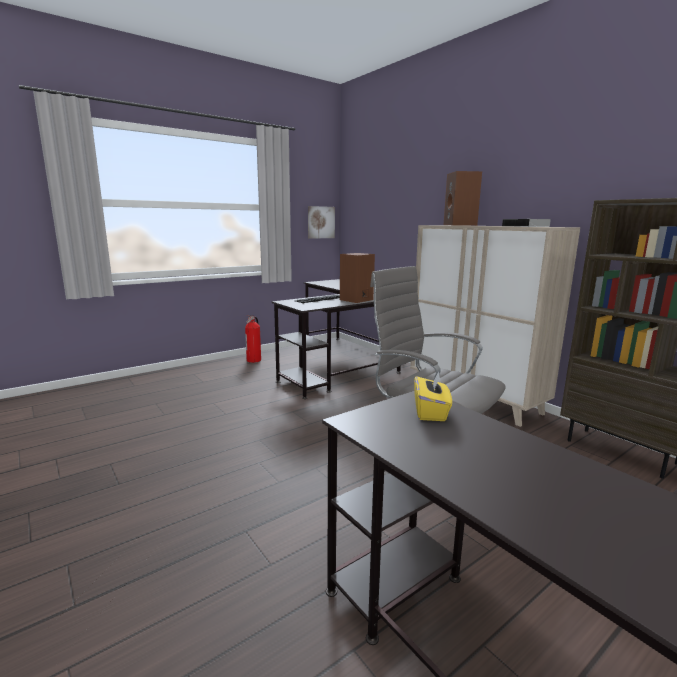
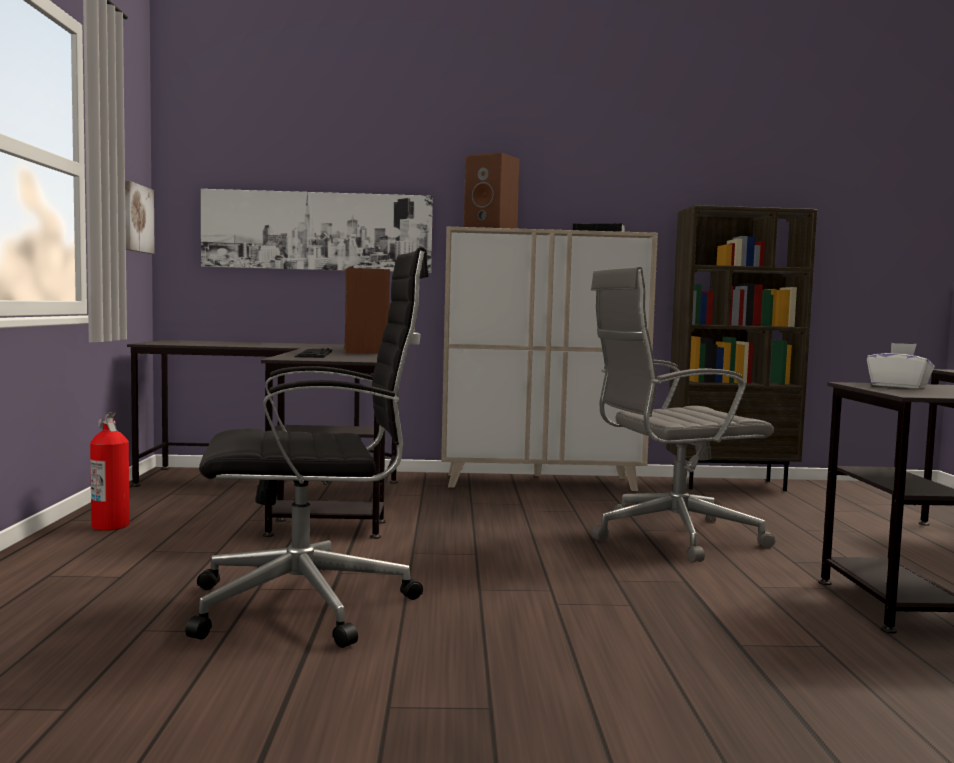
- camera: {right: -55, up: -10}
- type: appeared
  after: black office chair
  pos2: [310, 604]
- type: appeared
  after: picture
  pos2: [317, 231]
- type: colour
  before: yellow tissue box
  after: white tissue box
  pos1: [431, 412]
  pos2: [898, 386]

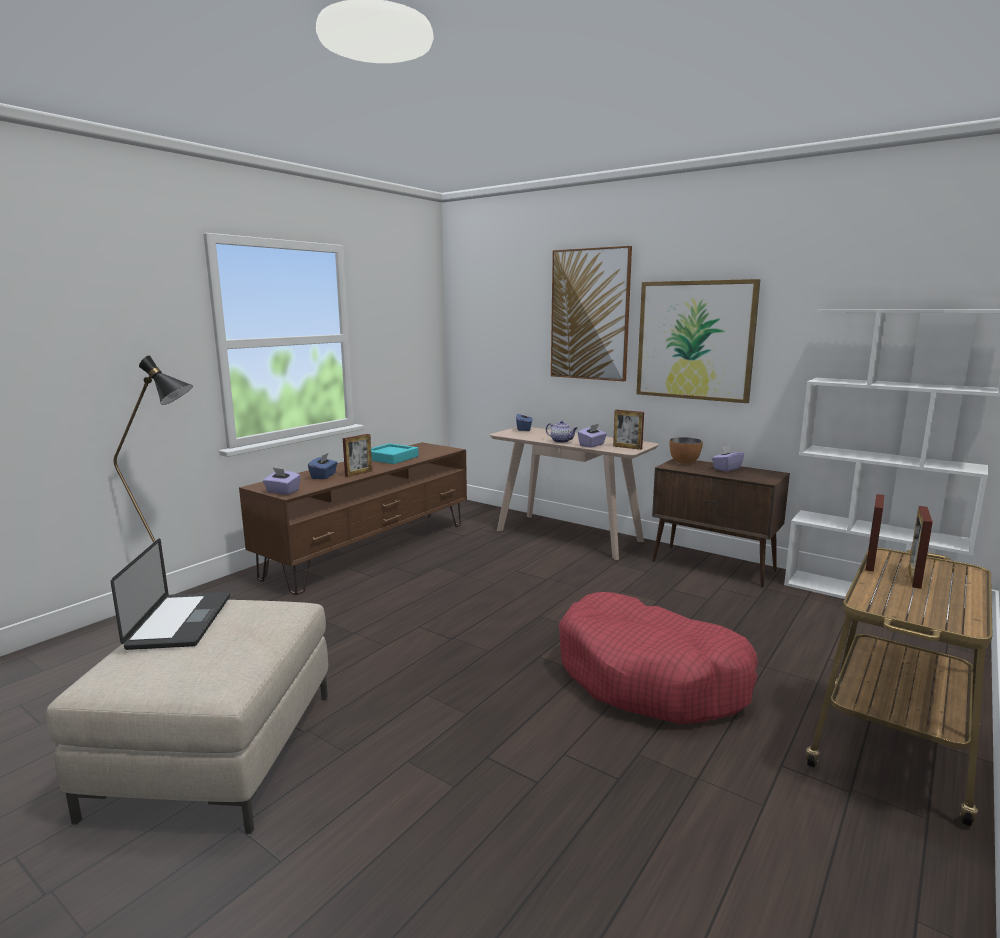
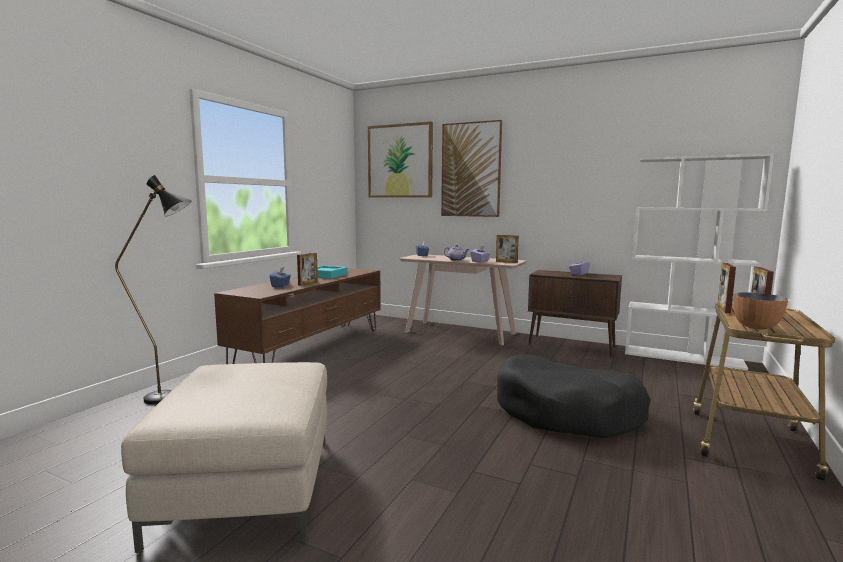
- camera: {right: -10, up: -5}
- type: relocated
  before: picture
  pos1: [695, 340]
  pos2: [400, 161]
- type: colour
  before: red dog bed
  after: black dog bed
  pos1: [651, 677]
  pos2: [566, 412]
- type: relocated
  before: bowl
  pos1: [684, 462]
  pos2: [756, 327]
- type: missing
  before: laptop
  pos1: [180, 622]
- type: missing
  before: purple tissue box
  pos1: [282, 492]

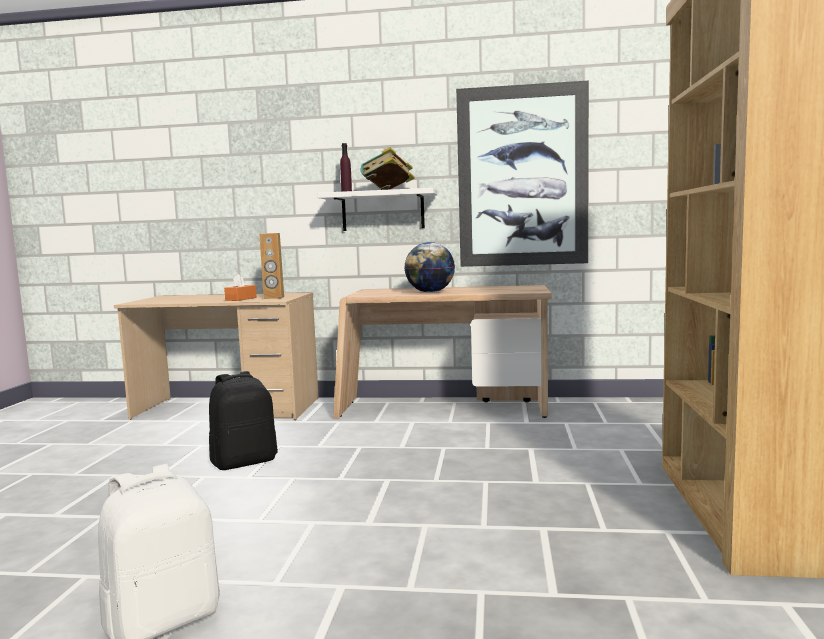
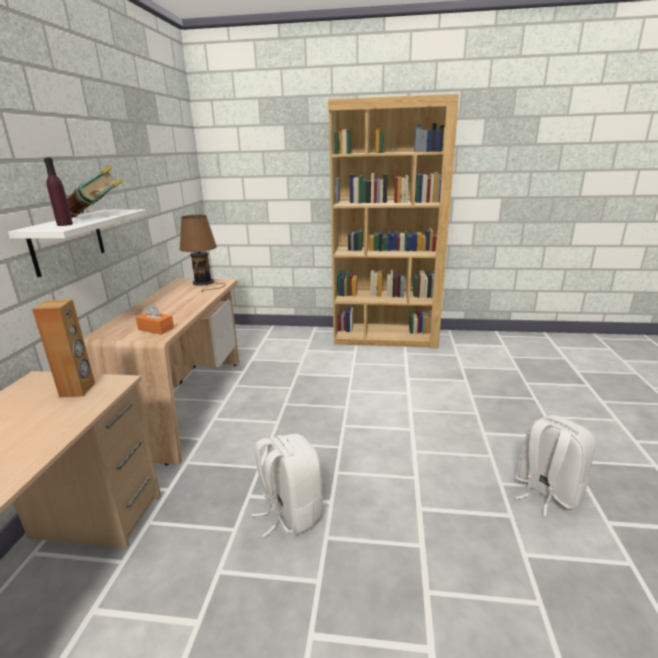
- camera: {right: -90, up: 15}
- type: relocated
  before: orange tissue box
  pos1: [241, 299]
  pos2: [156, 329]
- type: appeared
  after: brown table lamp
  pos2: [204, 283]
- type: colour
  before: black backpack
  after: white backpack
  pos1: [244, 462]
  pos2: [290, 513]
- type: missing
  before: globe
  pos1: [430, 292]
- type: missing
  before: picture
  pos1: [522, 176]

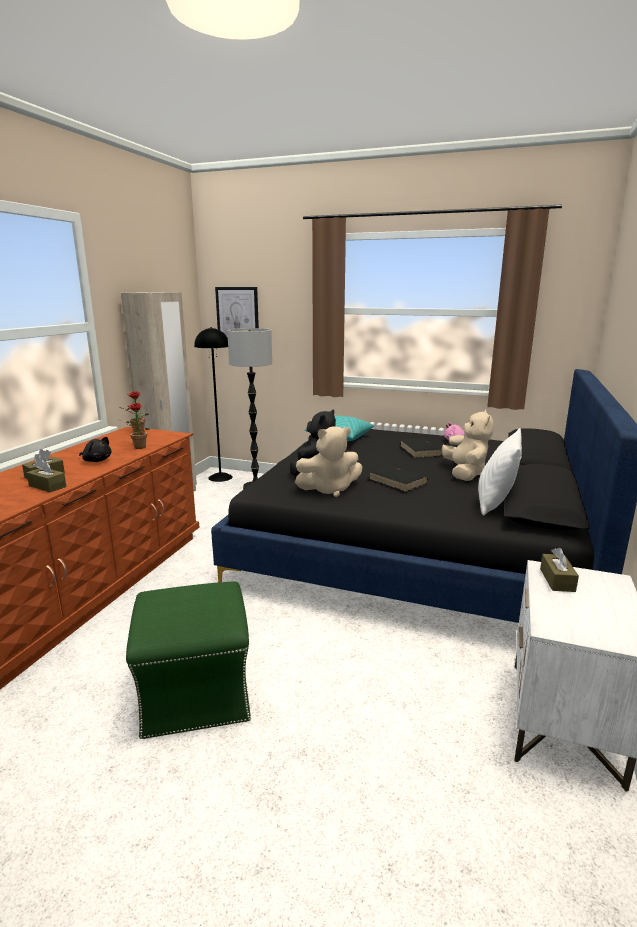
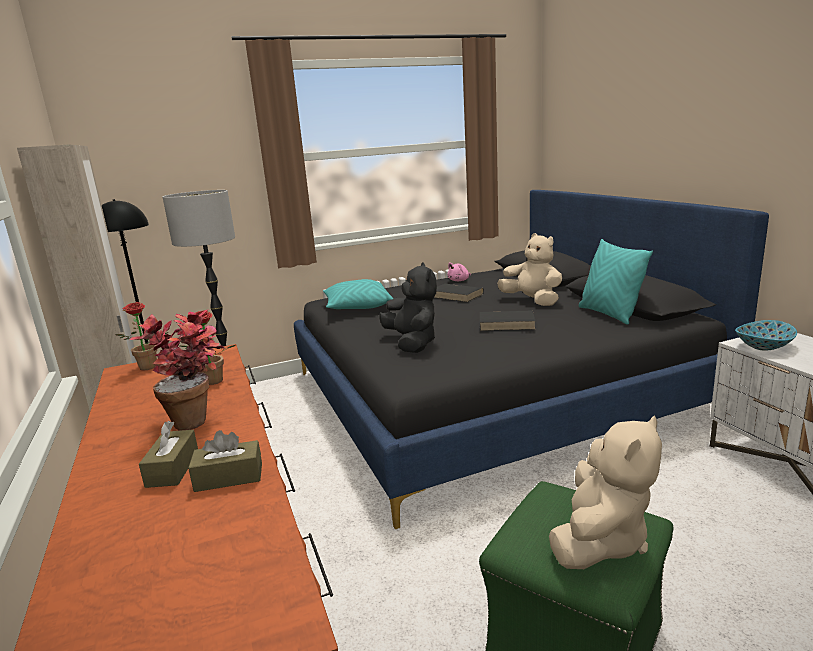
- camera: {right: -40, up: 0}
- type: exchanged
  before: black plush toy
  after: potted plant
  pos1: [97, 460]
  pos2: [199, 418]
- type: relocated
  before: beige plush toy
  pos1: [329, 489]
  pos2: [600, 540]
- type: colour
  before: white pillow
  after: turquoise pillow
  pos1: [495, 504]
  pos2: [609, 314]
- type: exchanged
  before: brown tissue box
  after: bowl
  pos1: [557, 580]
  pos2: [764, 347]
- type: missing
  before: picture
  pos1: [237, 315]

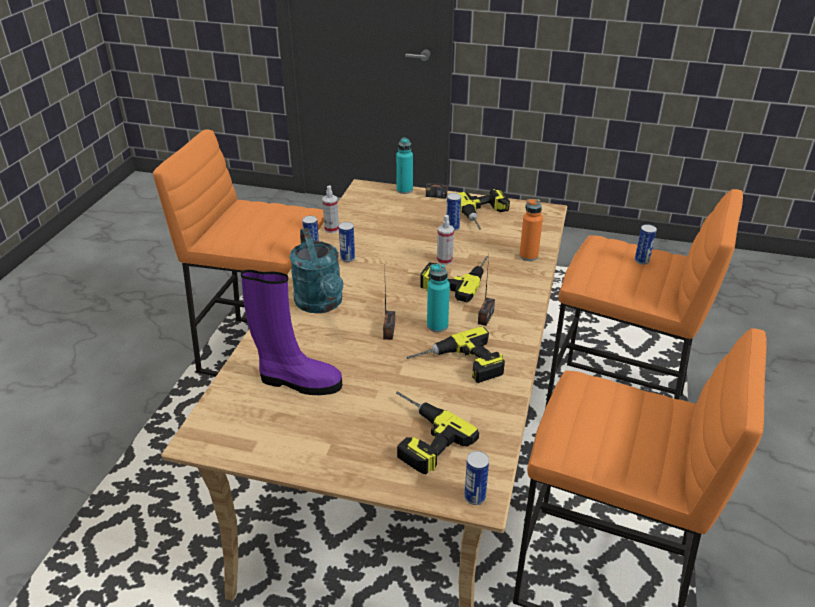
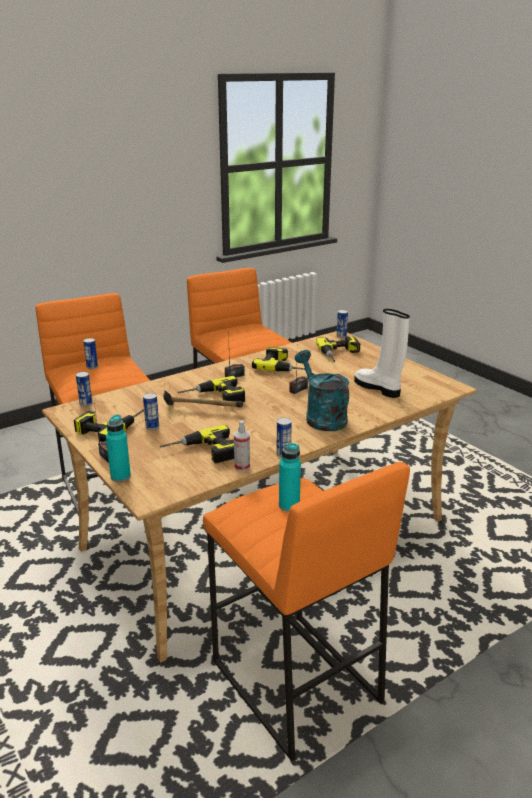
- camera: {right: -140, up: -10}
- type: relocated
  before: can
  pos1: [347, 258]
  pos2: [86, 404]
- type: appeared
  after: power drill
  pos2: [202, 452]
- type: exchanged
  before: spray bottle
  after: hammer
  pos1: [444, 260]
  pos2: [201, 409]
- type: relocated
  before: turquoise bottle
  pos1: [437, 326]
  pos2: [289, 505]
- type: spun
  before: turquoise watering can
  pos1: [321, 304]
  pos2: [321, 417]
  turn: -45
- type: colour
  before: purple boot
  after: white boot
  pos1: [298, 382]
  pos2: [378, 388]
- type: missing
  before: orange bottle
  pos1: [528, 256]

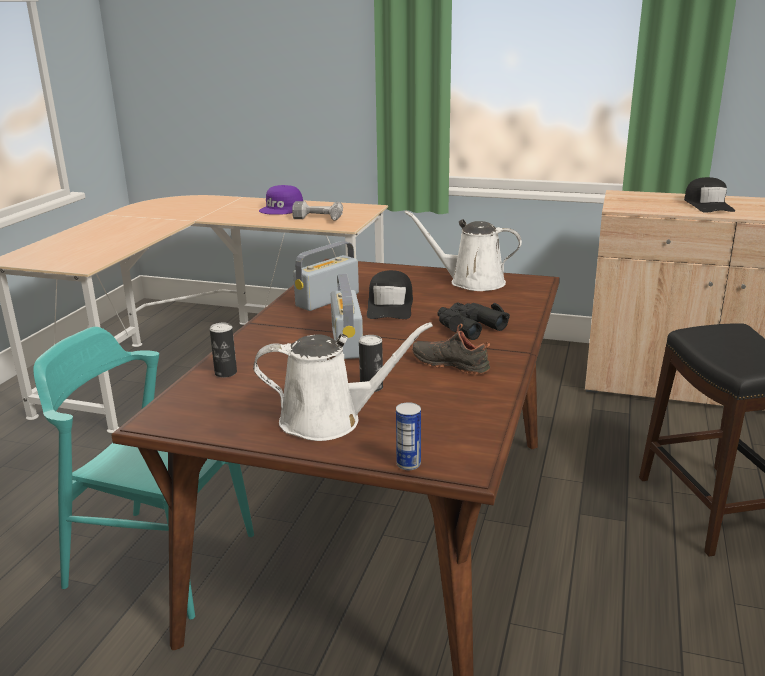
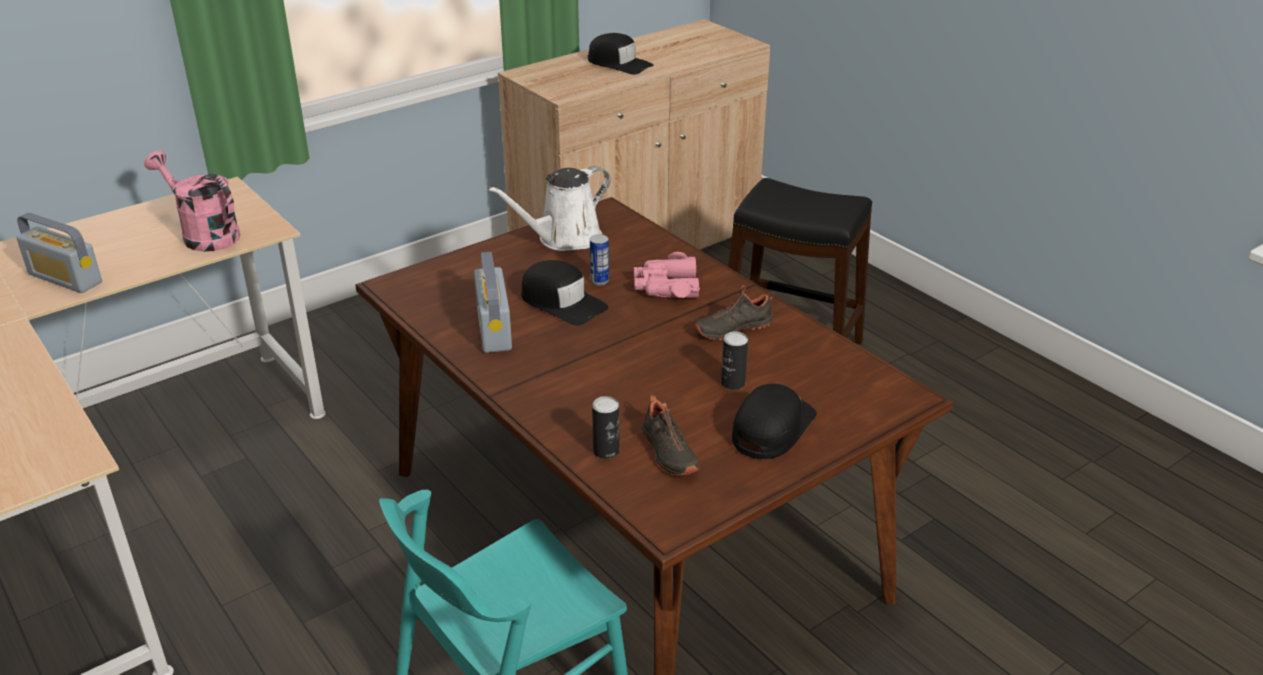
- camera: {right: -55, up: 10}
- type: relocated
  before: radio
  pos1: [347, 343]
  pos2: [65, 278]
- type: exchanged
  before: power drill
  after: pink watering can
  pos1: [317, 219]
  pos2: [204, 235]
- type: relocated
  before: can
  pos1: [408, 464]
  pos2: [599, 281]
- type: colour
  before: black binoculars
  after: pink binoculars
  pos1: [468, 326]
  pos2: [666, 286]
- type: appeared
  after: black shoe
  pos2: [667, 453]
- type: exchanged
  before: white watering can
  after: black cap
  pos1: [329, 420]
  pos2: [772, 428]
- type: missing
  before: purple cap
  pos1: [282, 209]

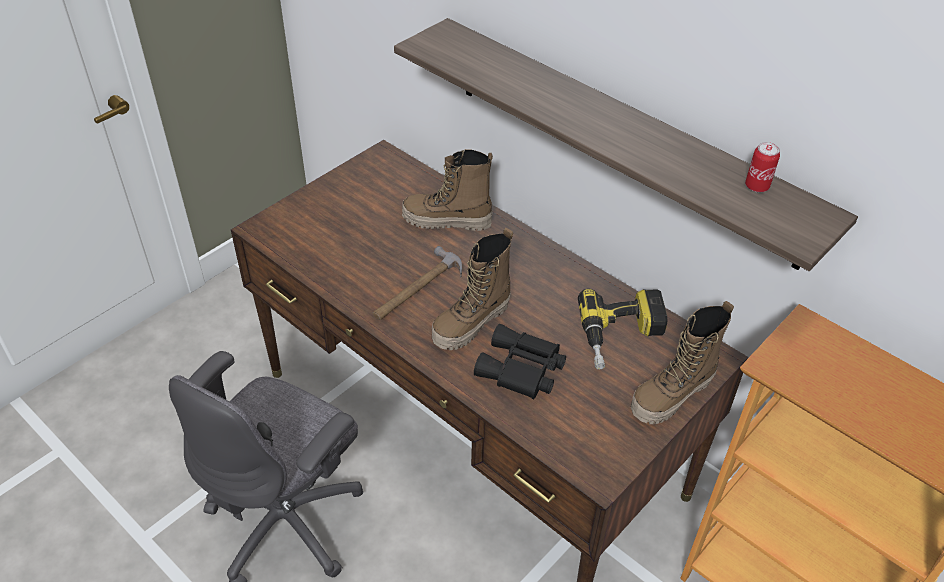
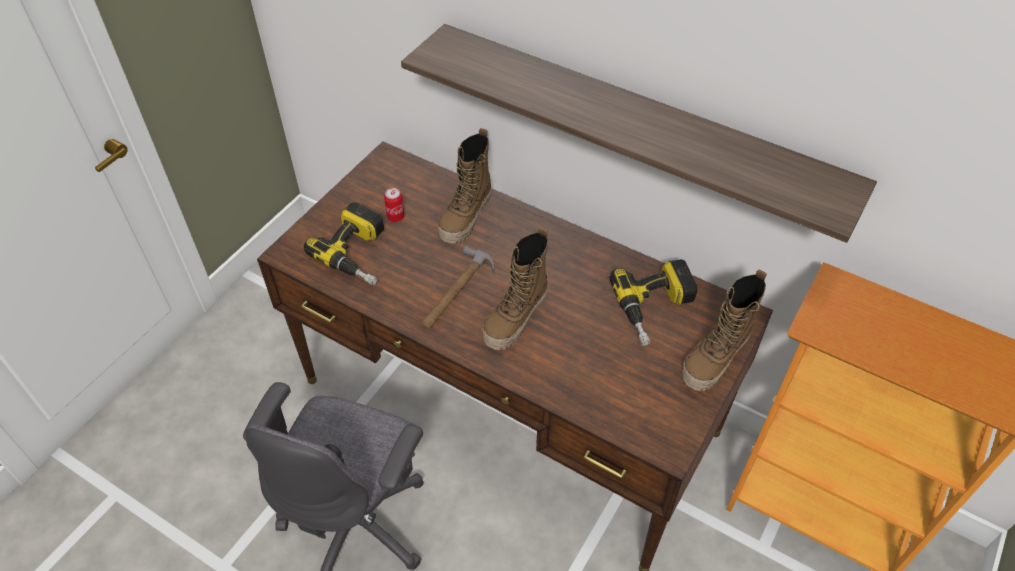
- camera: {right: -10, up: 5}
- type: appeared
  after: power drill
  pos2: [359, 253]
- type: relocated
  before: can
  pos1: [757, 186]
  pos2: [396, 217]
- type: spun
  before: boot
  pos1: [447, 221]
  pos2: [466, 218]
  turn: -60
- type: missing
  before: black binoculars
  pos1: [521, 370]

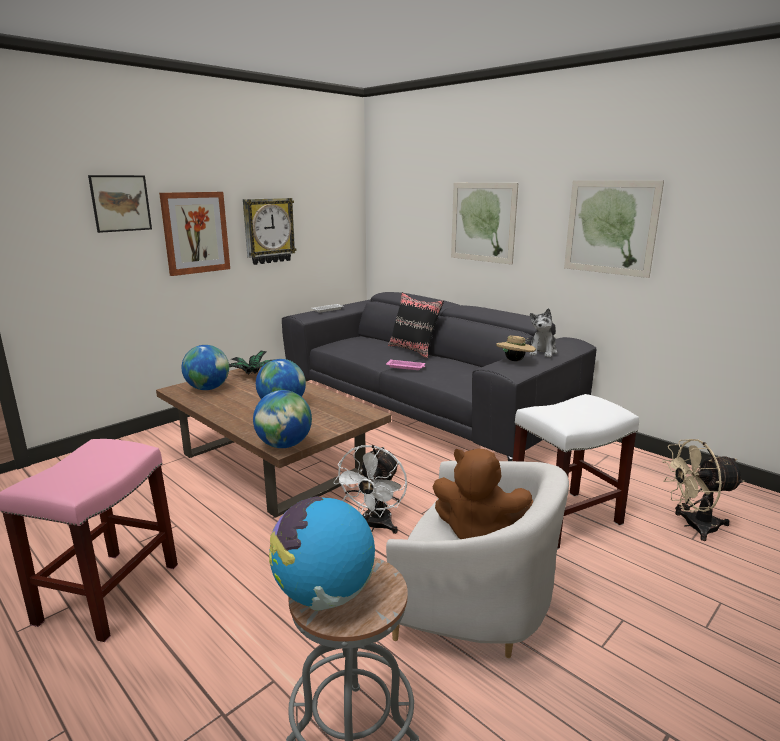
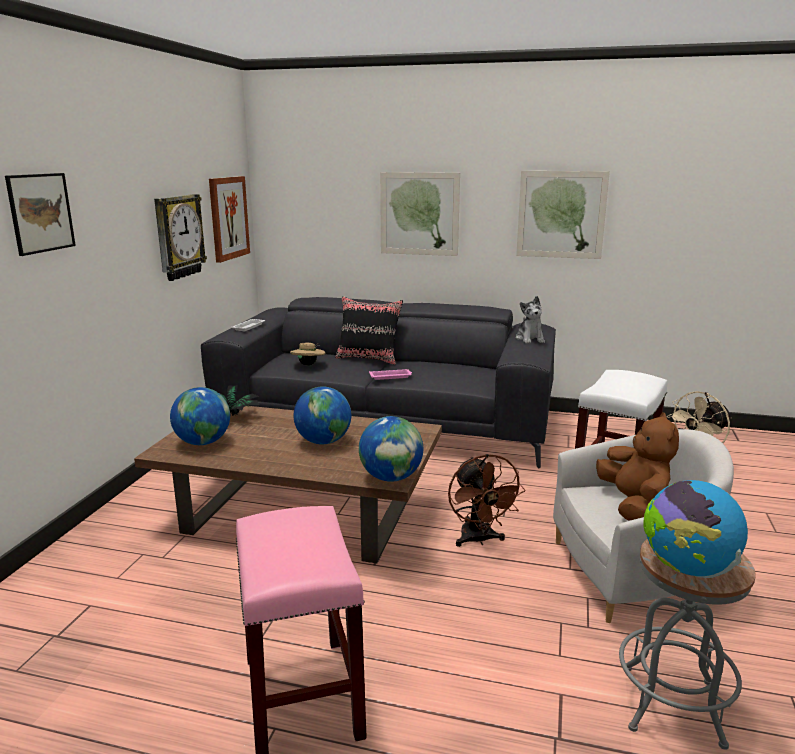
- camera: {right: -30, up: 0}
- type: relocated
  before: picture
  pos1: [195, 232]
  pos2: [228, 218]
- type: relocated
  before: beige hat
  pos1: [514, 360]
  pos2: [308, 365]
- type: colour
  before: white fan
  after: brown fan
  pos1: [374, 526]
  pos2: [479, 540]
- type: spun
  before: brown plush toy
  pos1: [479, 534]
  pos2: [634, 505]
  turn: -90

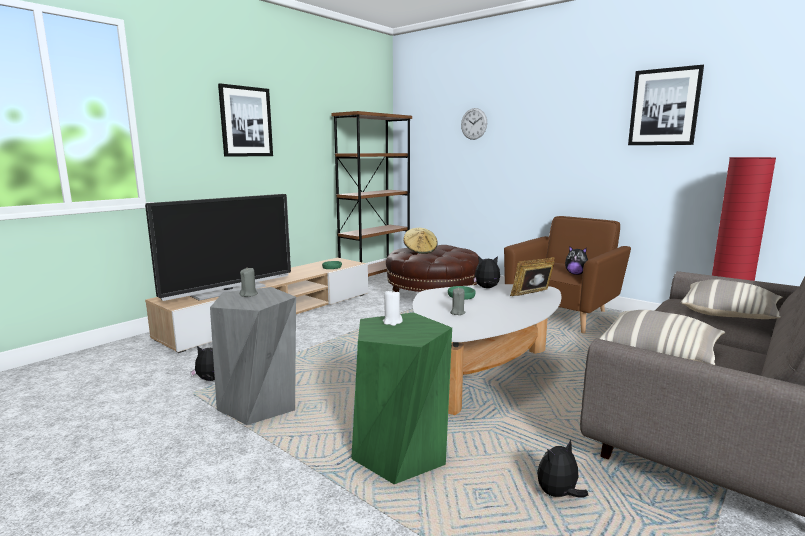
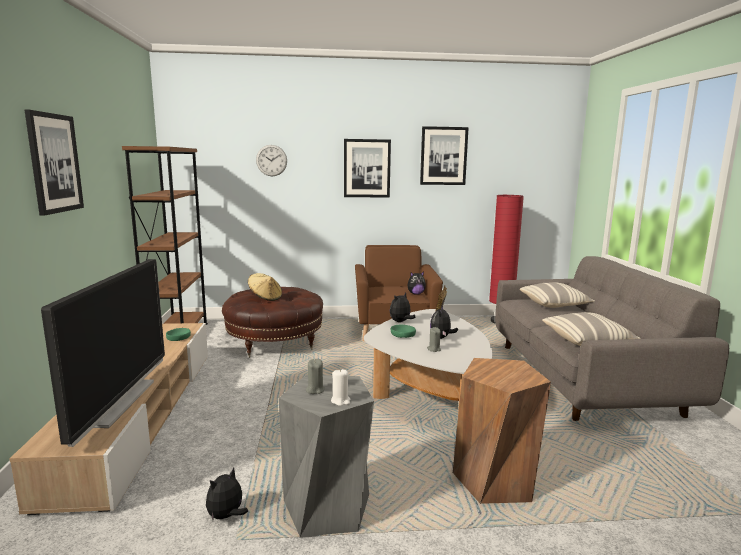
- camera: {right: -45, up: 0}
- type: relocated
  before: white candle
  pos1: [392, 322]
  pos2: [340, 401]
- type: appeared
  after: picture
  pos2: [367, 168]
- type: relocated
  before: plush toy
  pos1: [558, 495]
  pos2: [441, 338]
- type: colour
  before: green stool
  after: brown stool
  pos1: [399, 453]
  pos2: [495, 480]

